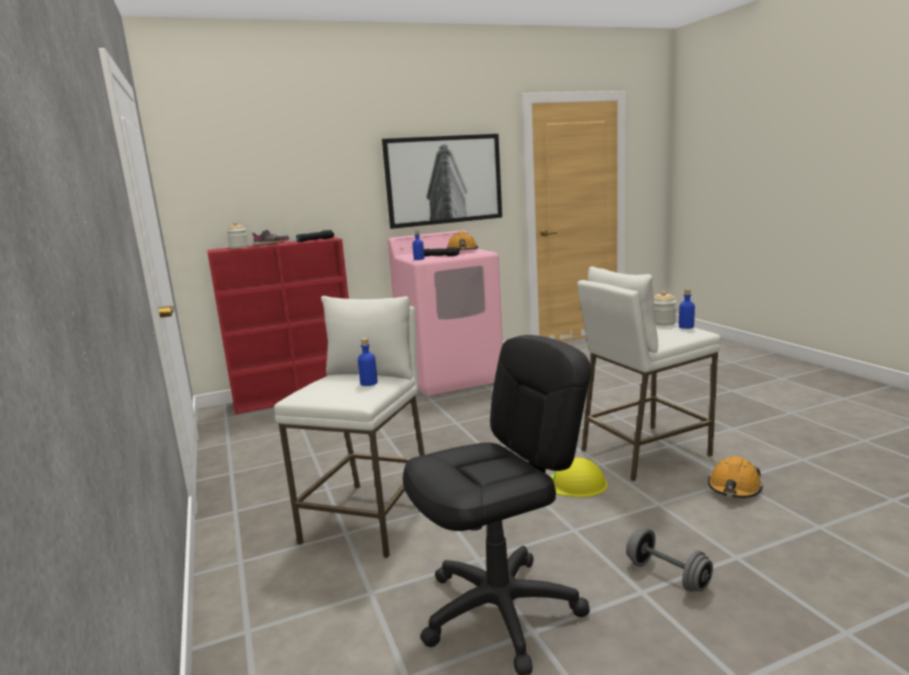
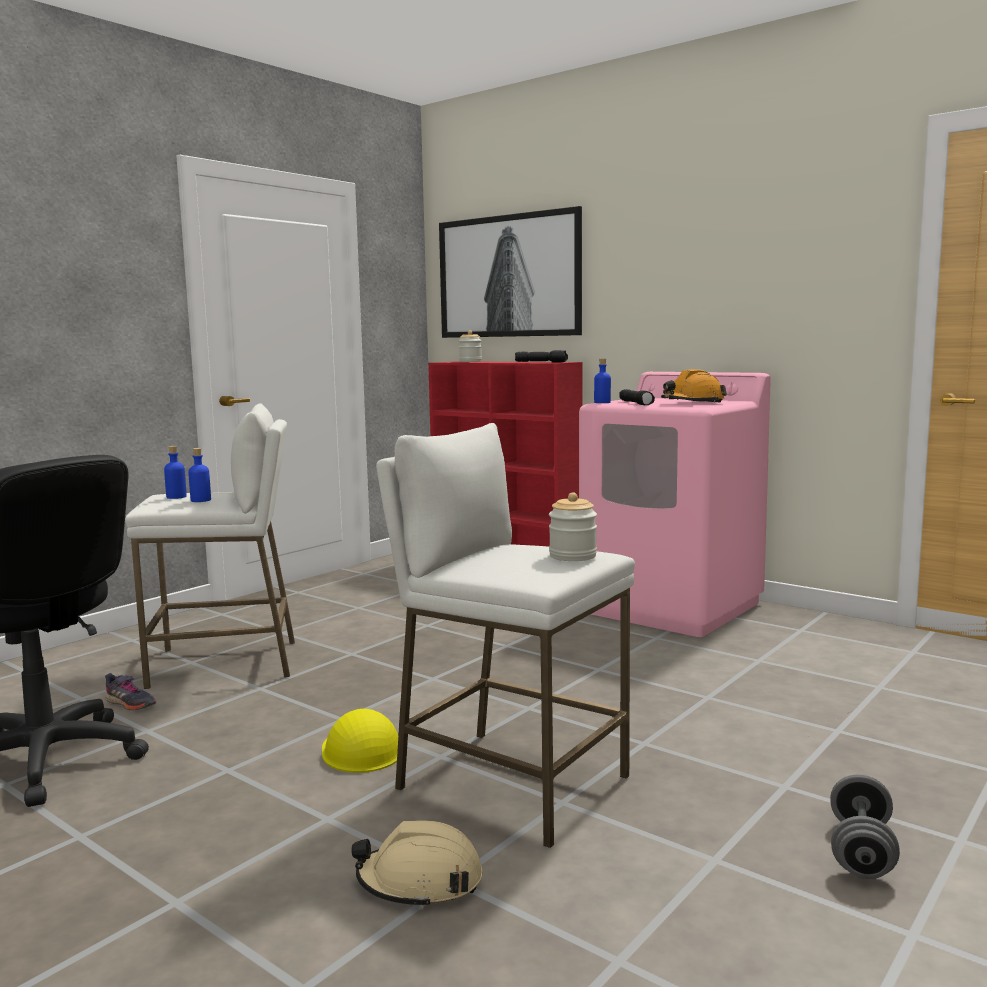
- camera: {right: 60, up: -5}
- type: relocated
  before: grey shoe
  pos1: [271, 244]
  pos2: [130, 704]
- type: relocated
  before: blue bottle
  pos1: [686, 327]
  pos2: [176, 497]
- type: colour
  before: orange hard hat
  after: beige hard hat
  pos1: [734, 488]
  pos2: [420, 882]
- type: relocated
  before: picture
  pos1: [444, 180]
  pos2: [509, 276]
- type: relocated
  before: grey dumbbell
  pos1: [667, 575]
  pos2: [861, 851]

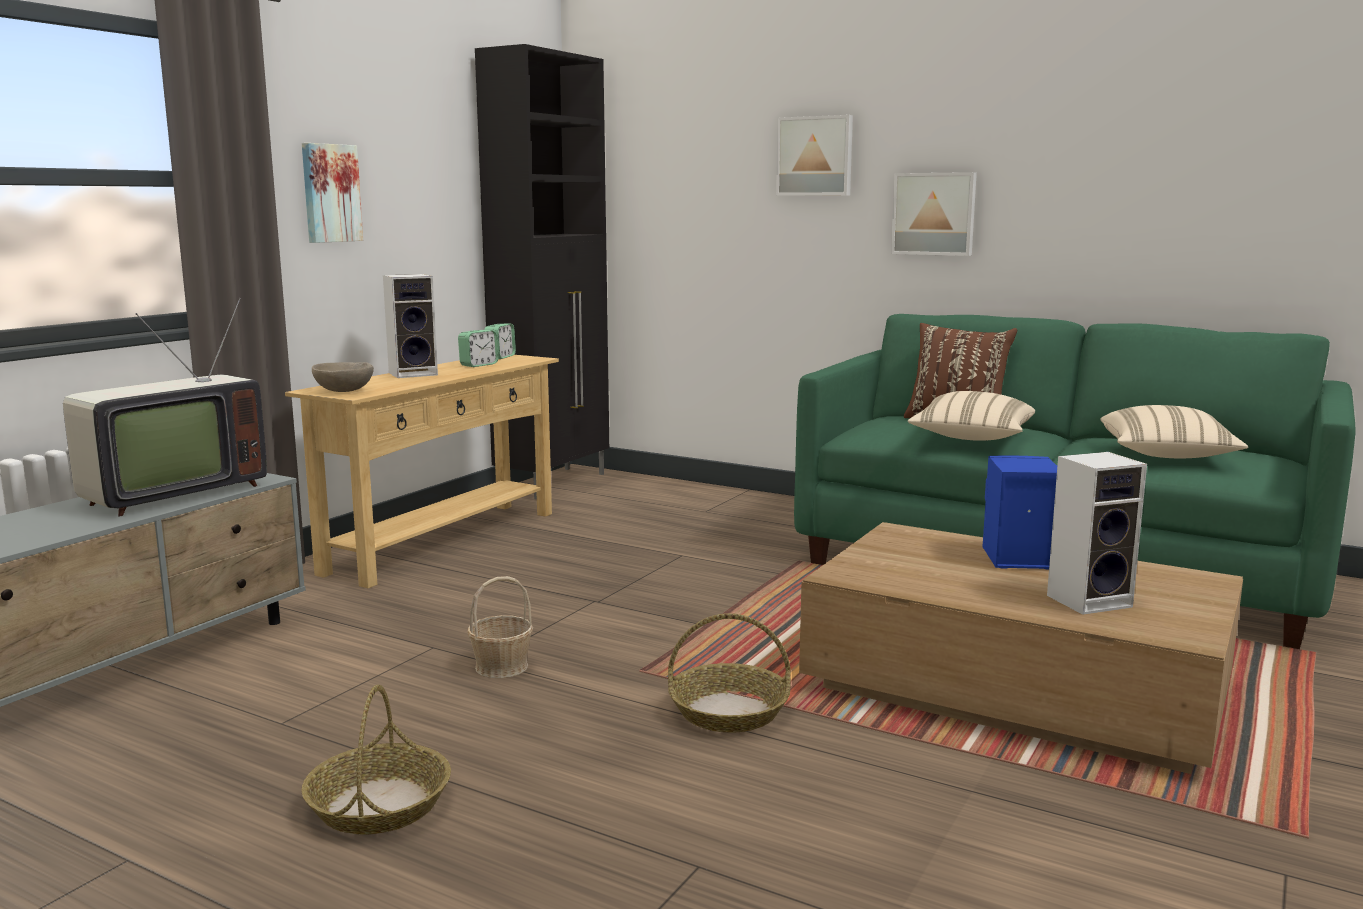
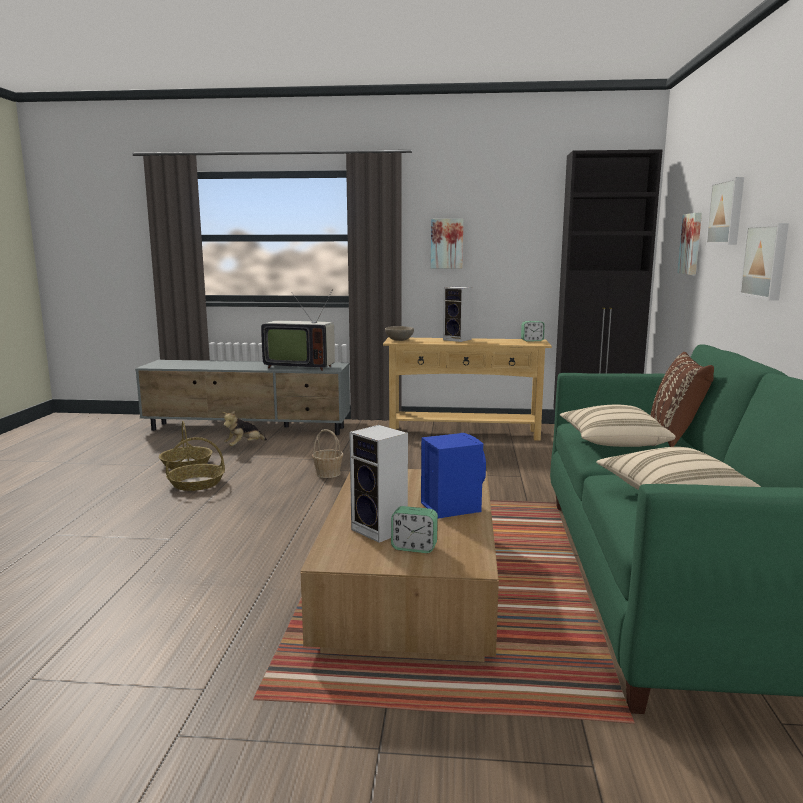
- camera: {right: 65, up: 0}
- type: relocated
  before: basket
  pos1: [728, 712]
  pos2: [186, 464]
- type: appeared
  after: plush toy
  pos2: [244, 446]
- type: relocated
  before: alarm clock
  pos1: [479, 365]
  pos2: [414, 547]
- type: appeared
  after: picture
  pos2: [692, 244]

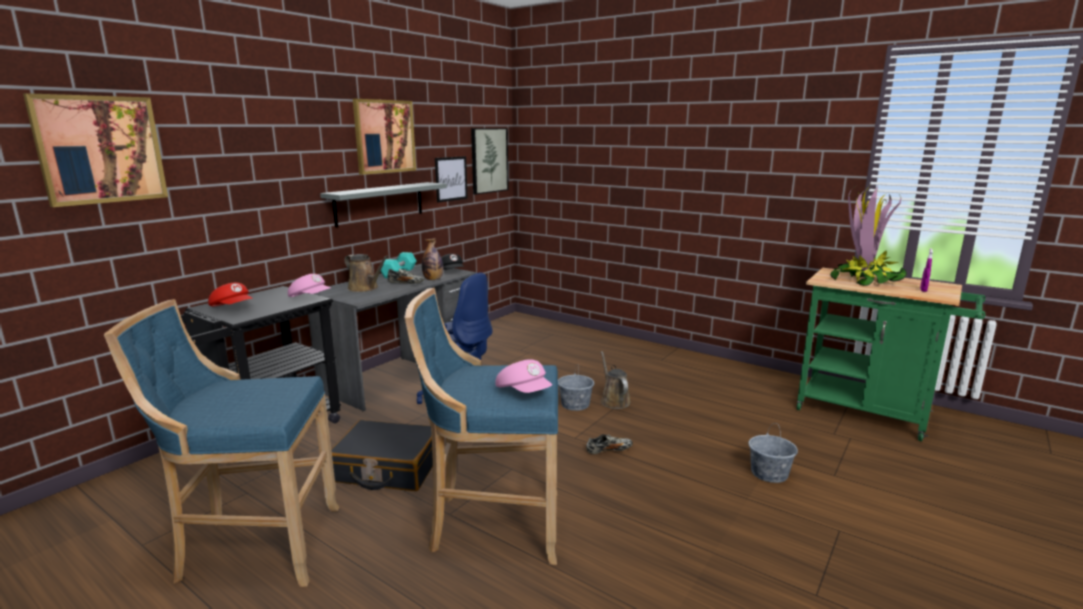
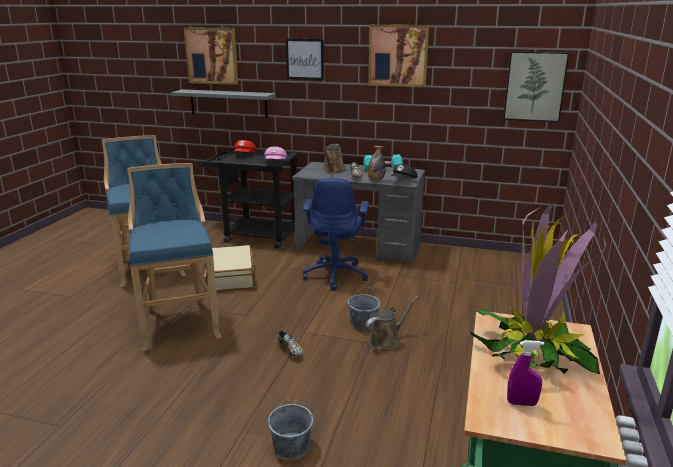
- camera: {right: 70, up: 5}
- type: relocated
  before: grey shelf
  pos1: [379, 203]
  pos2: [228, 103]
- type: colour
  before: black suitcase
  after: beige suitcase
  pos1: [387, 468]
  pos2: [230, 277]
- type: relocated
  before: picture
  pos1: [451, 179]
  pos2: [305, 59]
- type: missing
  before: pink cap
  pos1: [524, 392]

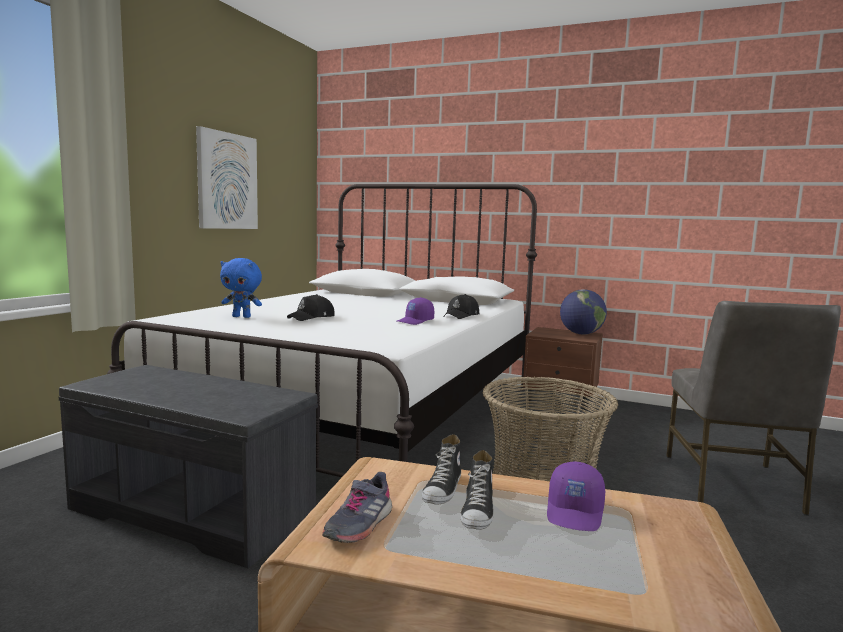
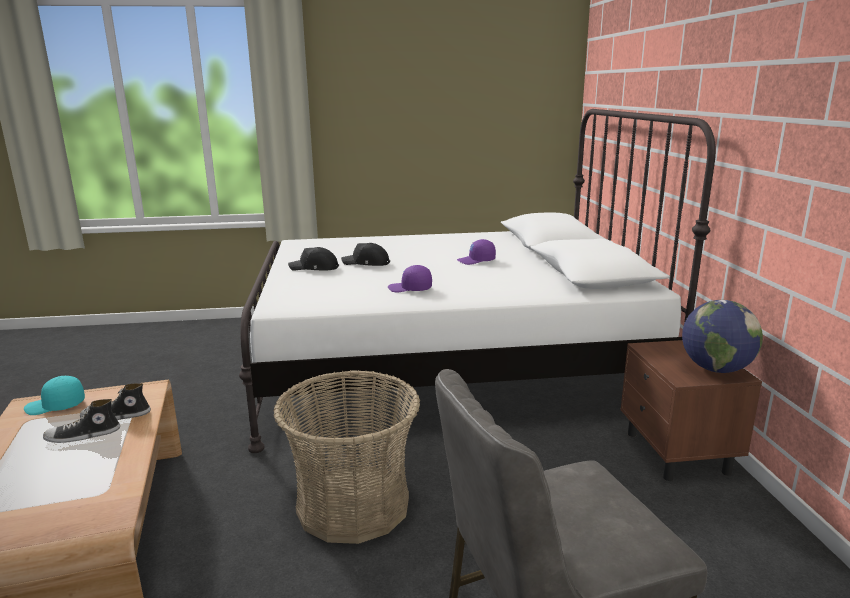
- camera: {right: 60, up: 10}
- type: exchanged
  before: grey shoe
  after: turquoise cap
  pos1: [358, 524]
  pos2: [55, 406]
- type: relocated
  before: black cap
  pos1: [462, 316]
  pos2: [314, 268]
- type: relocated
  before: purple cap
  pos1: [575, 512]
  pos2: [476, 261]
- type: missing
  before: grey bench
  pos1: [195, 511]
- type: missing
  before: picture
  pos1: [227, 181]
- type: missing
  before: blue plush toy
  pos1: [242, 317]

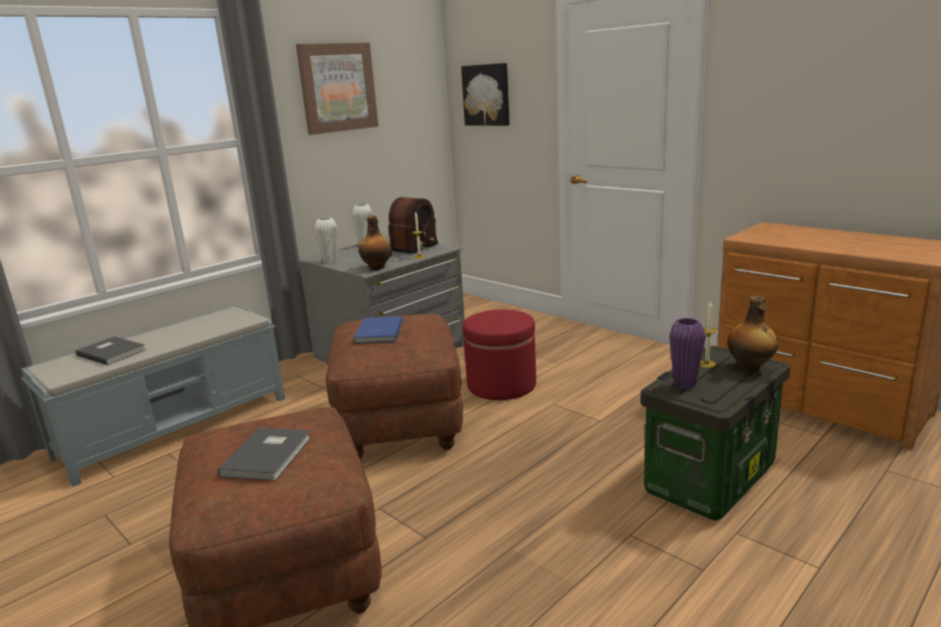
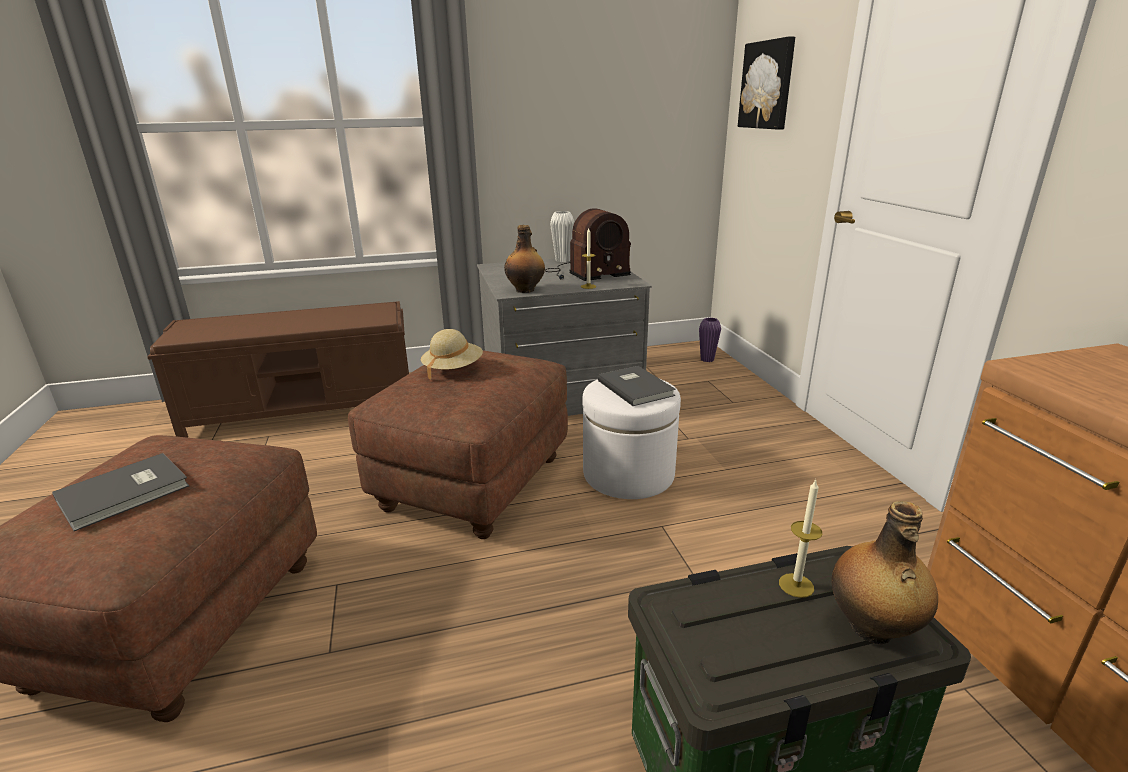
- camera: {right: 30, up: 5}
- type: colour
  before: grey bench
  after: brown bench
  pos1: [176, 426]
  pos2: [306, 410]
- type: exchanged
  before: blue book
  after: beige hat
  pos1: [377, 332]
  pos2: [453, 369]
- type: colour
  before: red ottoman
  after: white ottoman
  pos1: [501, 385]
  pos2: [628, 474]
- type: relocated
  before: grey book
  pos1: [112, 352]
  pos2: [636, 387]
- type: relocated
  before: purple vase
  pos1: [684, 384]
  pos2: [707, 359]
- type: missing
  before: picture
  pos1: [337, 87]
- type: missing
  before: white vase
  pos1: [330, 261]

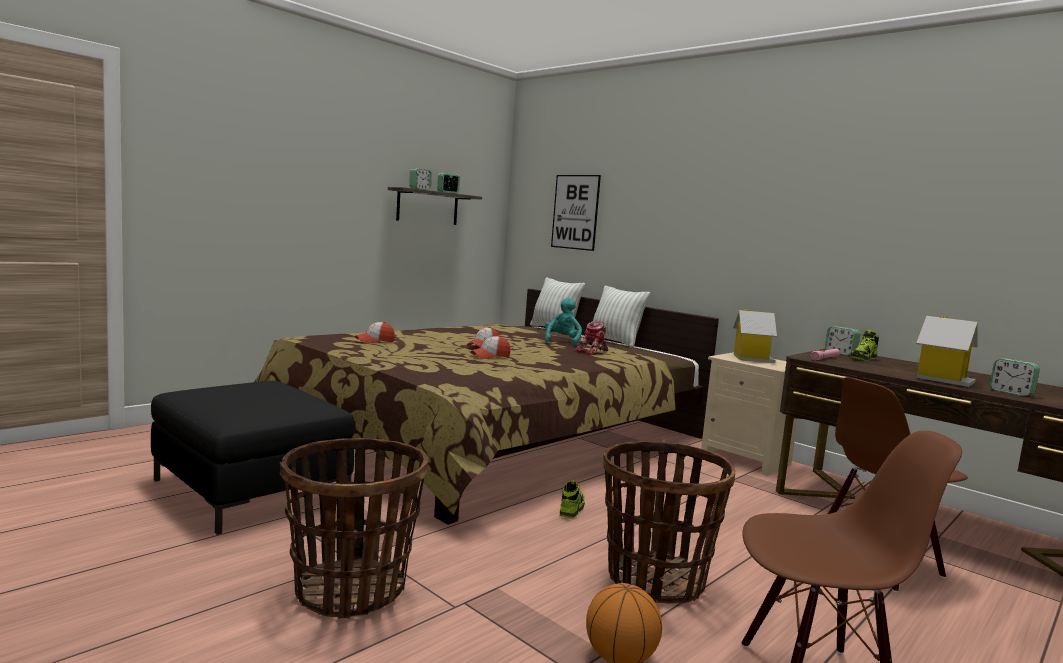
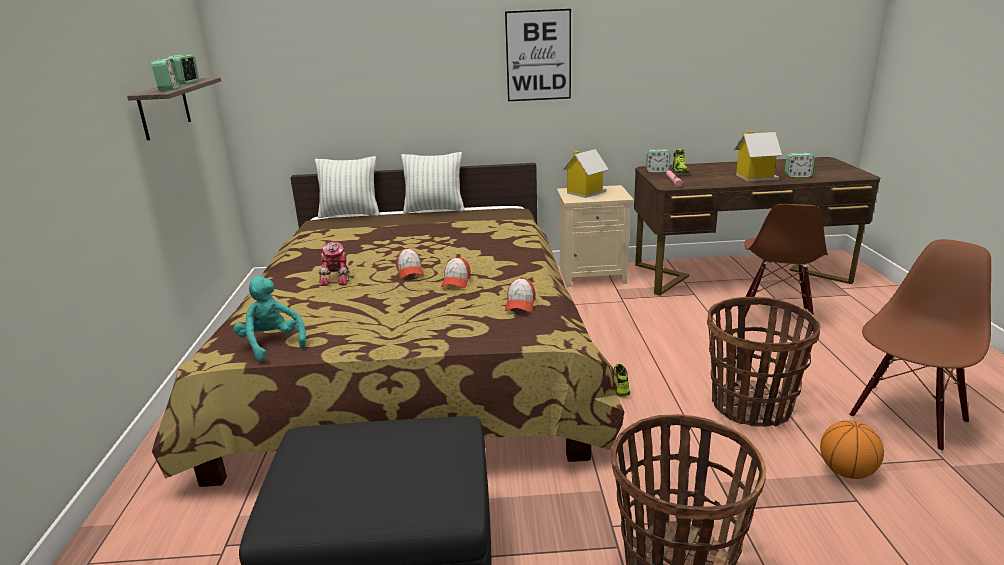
- camera: {right: -45, up: 15}
- type: relocated
  before: turquoise plush toy
  pos1: [562, 342]
  pos2: [272, 344]
- type: relocated
  before: toy robot
  pos1: [593, 352]
  pos2: [338, 278]
- type: relocated
  before: picture
  pos1: [575, 212]
  pos2: [538, 56]
- type: relocated
  before: cap
  pos1: [375, 341]
  pos2: [520, 304]

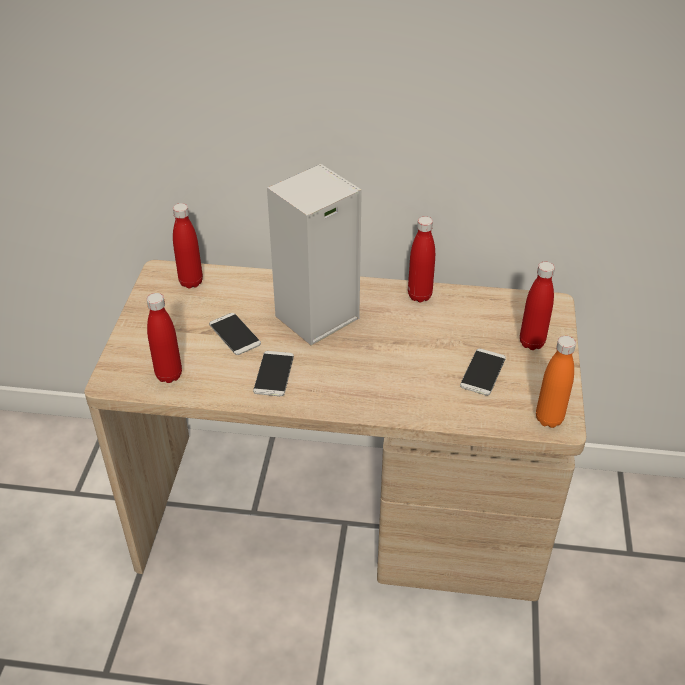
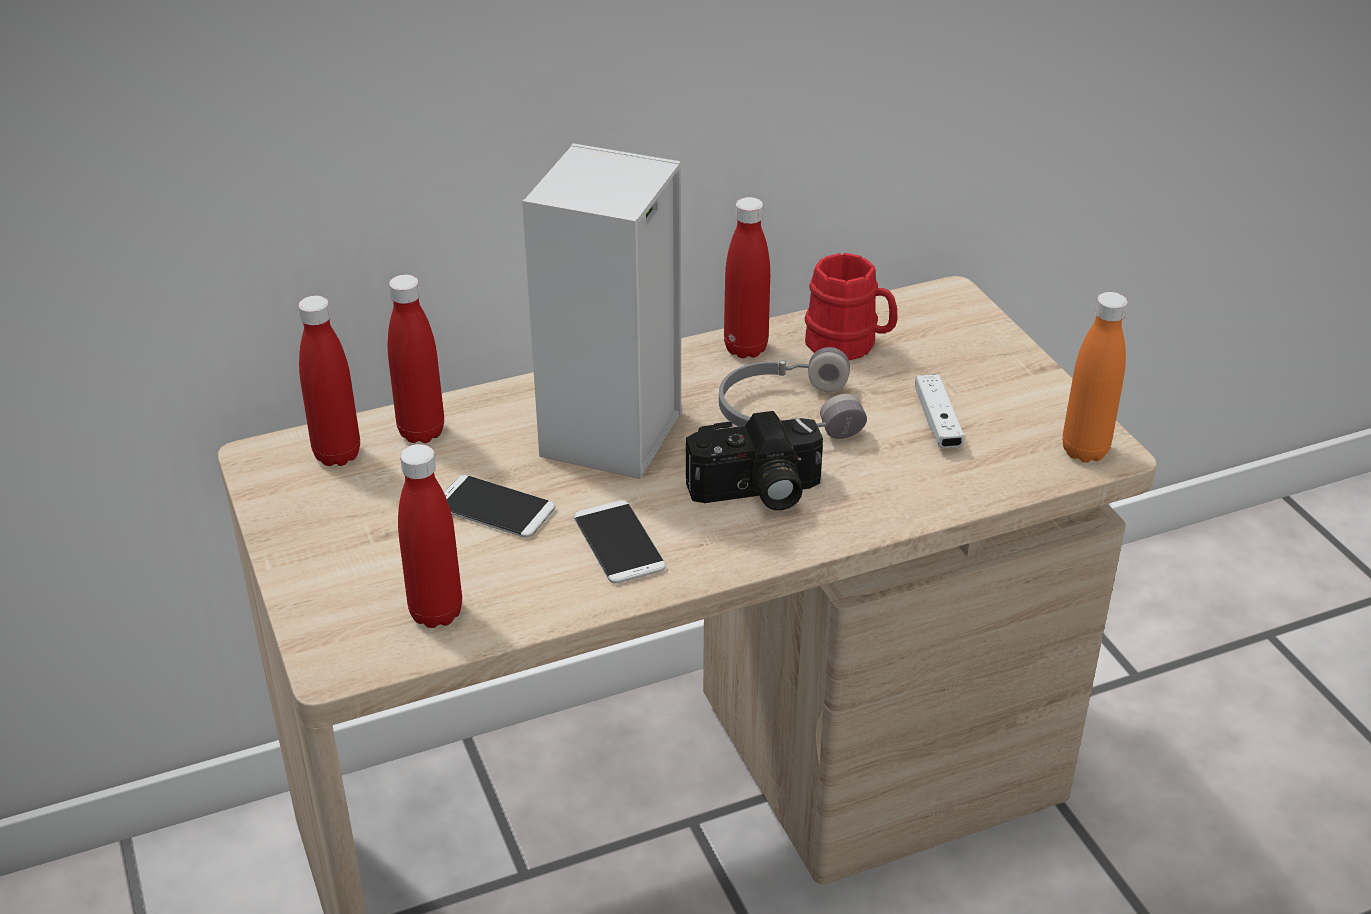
- camera: {right: -30, up: -5}
- type: relocated
  before: red bottle
  pos1: [531, 343]
  pos2: [421, 432]
- type: appeared
  after: photo camera
  pos2: [756, 492]
- type: appeared
  after: grey headphones
  pos2: [788, 413]
- type: appeared
  after: red mug
  pos2: [849, 346]
- type: exchanged
  before: phone
  after: white game controller
  pos1: [483, 372]
  pos2: [937, 422]

